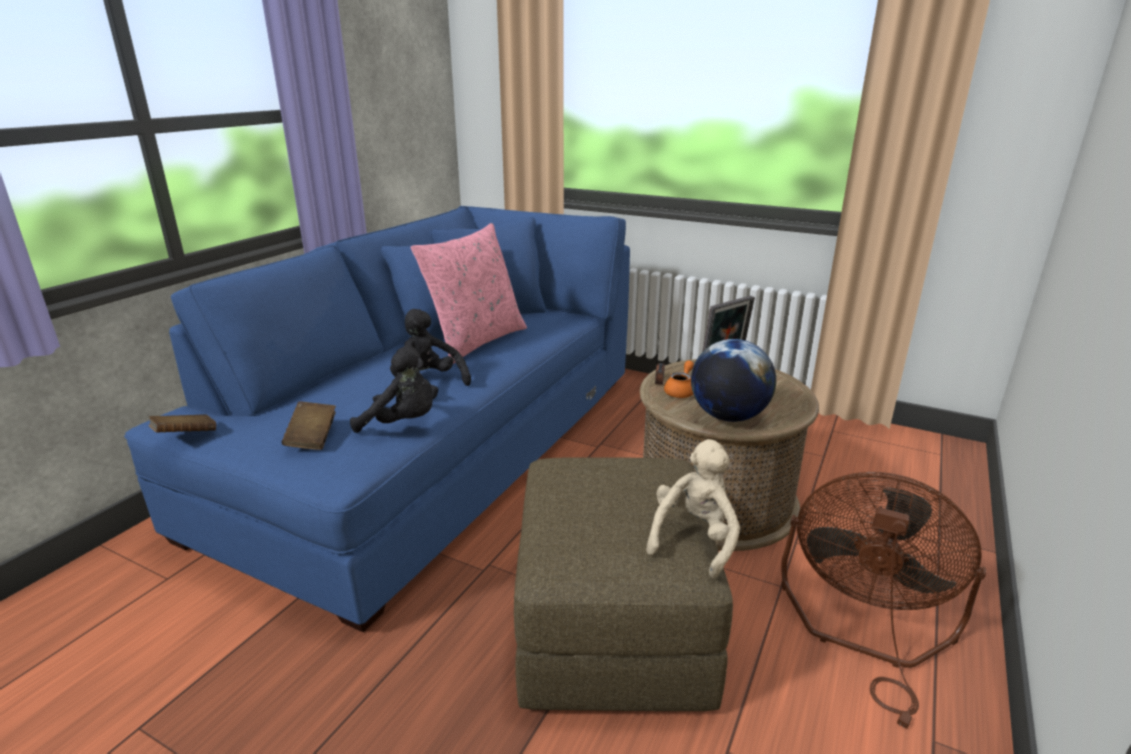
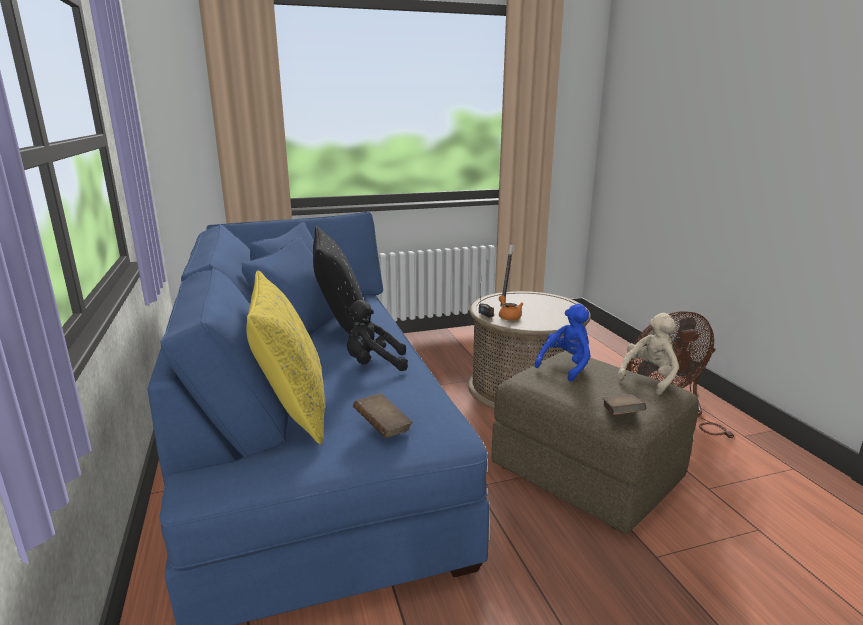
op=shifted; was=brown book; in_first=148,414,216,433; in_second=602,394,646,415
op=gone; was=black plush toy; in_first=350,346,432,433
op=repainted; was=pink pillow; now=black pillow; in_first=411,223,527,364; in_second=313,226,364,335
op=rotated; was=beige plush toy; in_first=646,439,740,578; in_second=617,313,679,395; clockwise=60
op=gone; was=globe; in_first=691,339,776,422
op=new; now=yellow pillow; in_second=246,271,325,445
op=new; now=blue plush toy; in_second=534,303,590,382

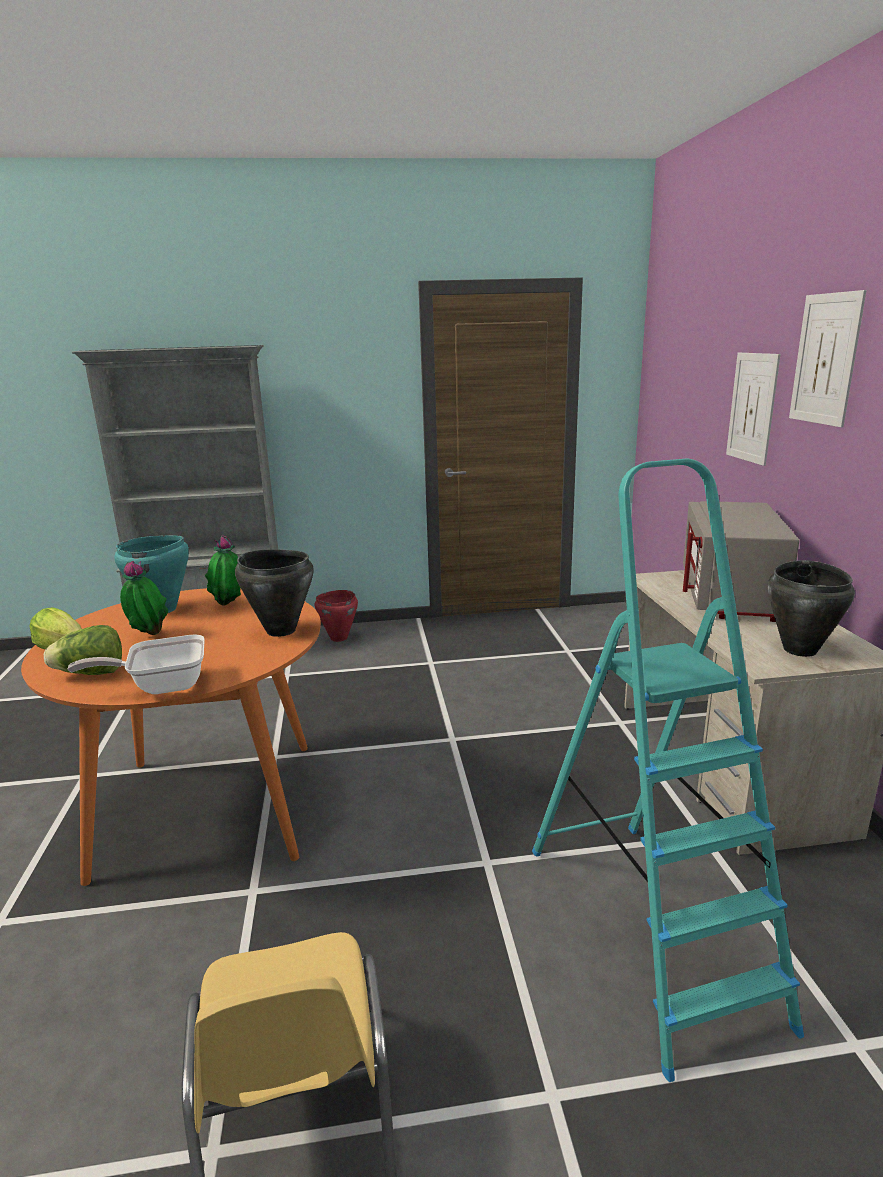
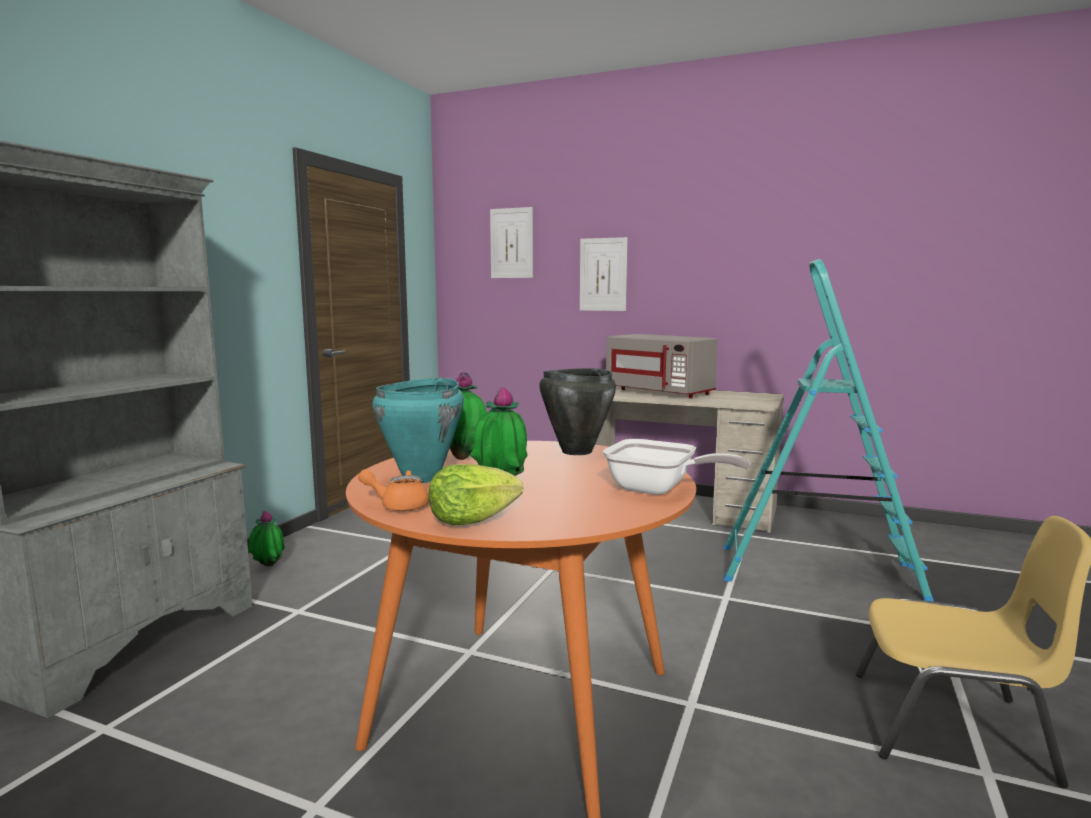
op=gone; was=lettuce; in_first=44,625,122,675
op=rotated; was=frying pan; in_first=68,634,205,694; in_second=603,439,751,495; clockwise=-75
op=swapped; was=red cooking pot; now=potted plant; in_first=315,590,358,642; in_second=248,511,285,567
op=gone; was=black cooking pot; in_first=768,560,855,657
op=shifted; was=picture; in_first=789,290,867,427; in_second=490,207,533,278
op=new; now=orange teapot; in_second=358,469,429,511

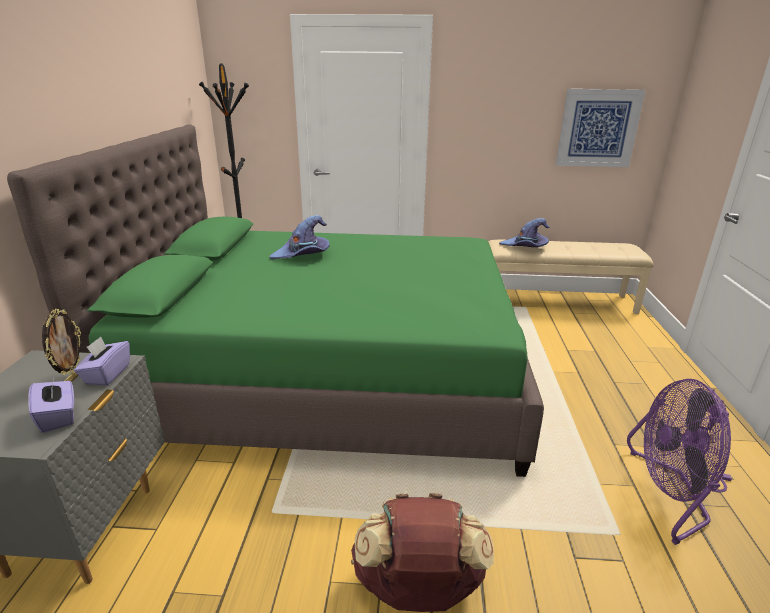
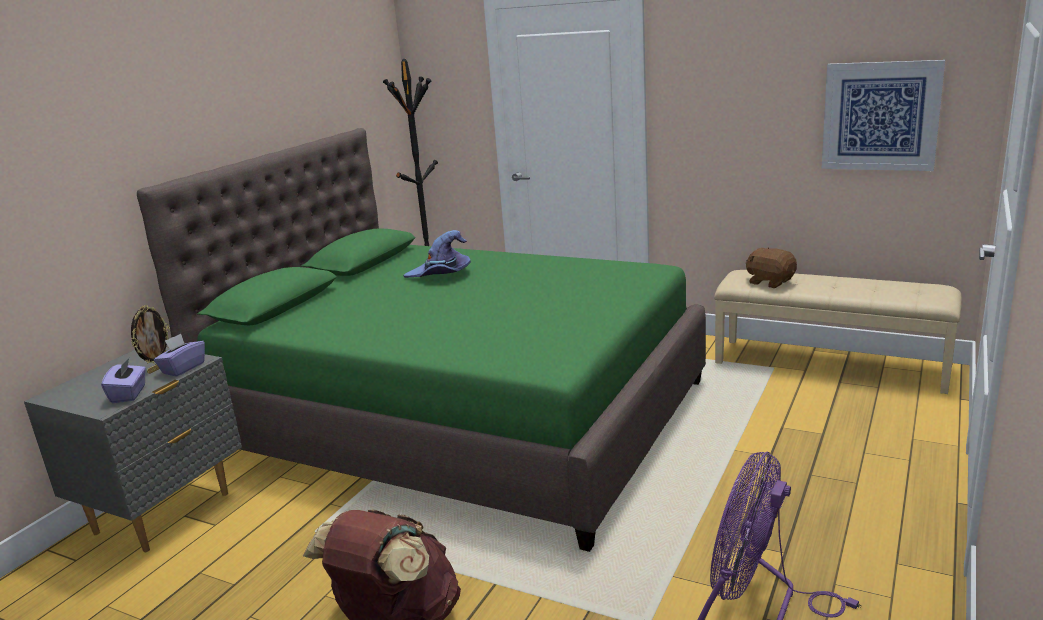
op=swapped; was=purple hat; now=brown plush toy; in_first=499,218,550,247; in_second=746,247,797,288

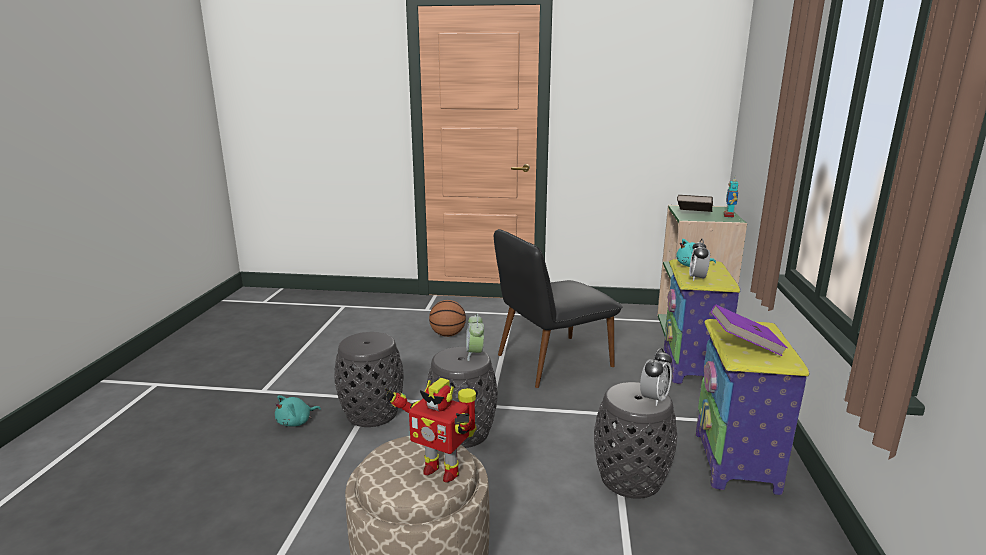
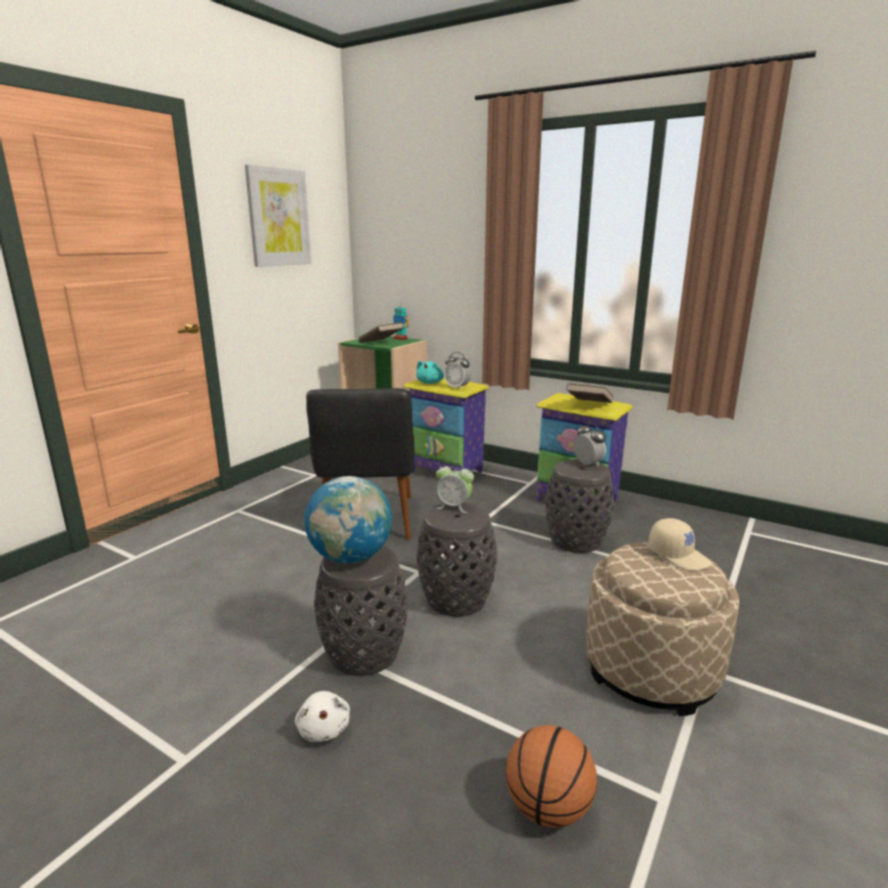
op=repainted; was=turquoise plush toy; now=white plush toy; in_first=275,395,321,427; in_second=295,691,350,742
op=swapped; was=toy robot; now=beige cap; in_first=385,378,477,483; in_second=648,518,712,571
op=shifted; was=basketball; in_first=429,300,466,337; in_second=506,725,597,828
op=repainted; was=purple book; now=brown book; in_first=711,305,788,356; in_second=566,383,613,403
op=new; now=picture; in_second=245,164,312,267
op=new; now=globe; in_second=304,476,392,564

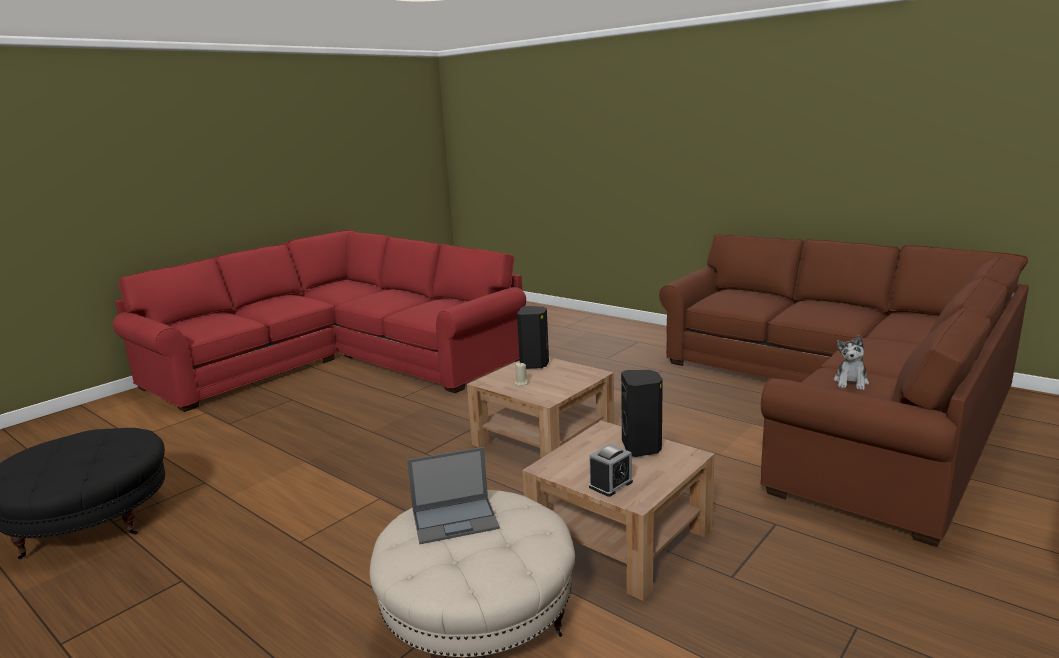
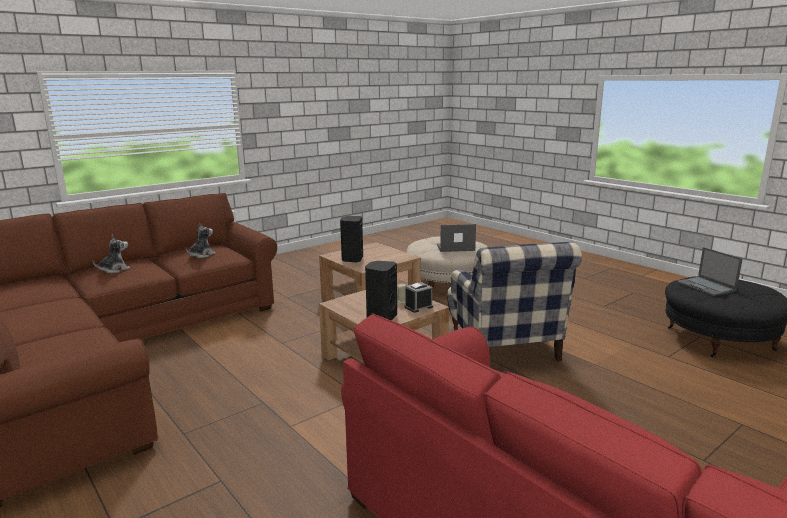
op=shifted; was=alarm clock; in_first=589,444,633,497; in_second=404,282,433,313
op=new; now=plush toy; in_second=93,235,130,273
op=new; now=armchair; in_second=447,242,582,361
op=new; now=laptop; in_second=677,247,742,296

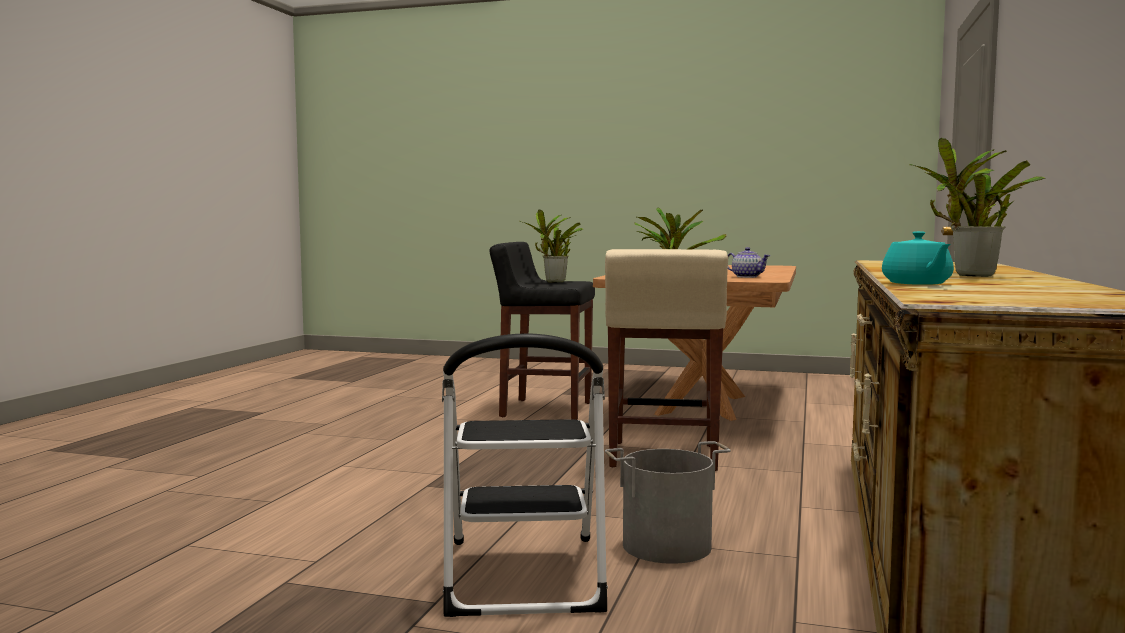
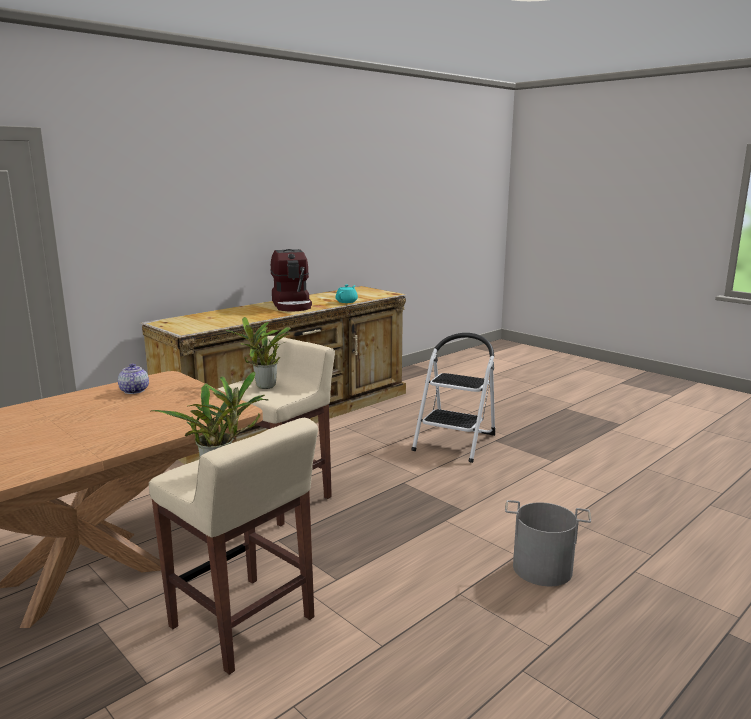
op=repainted; was=black stool; now=beige stool; in_first=490,242,595,420; in_second=149,418,318,675
op=shifted; was=grey bucket; in_first=605,441,731,564; in_second=505,500,591,586
op=swapped; was=potted plant; now=coffee machine; in_first=909,138,1046,277; in_second=270,249,312,311

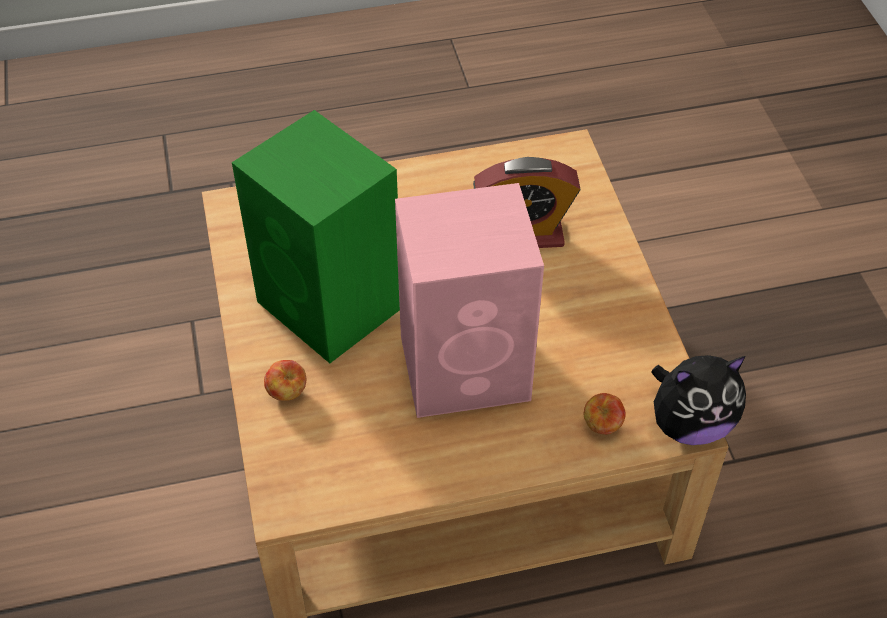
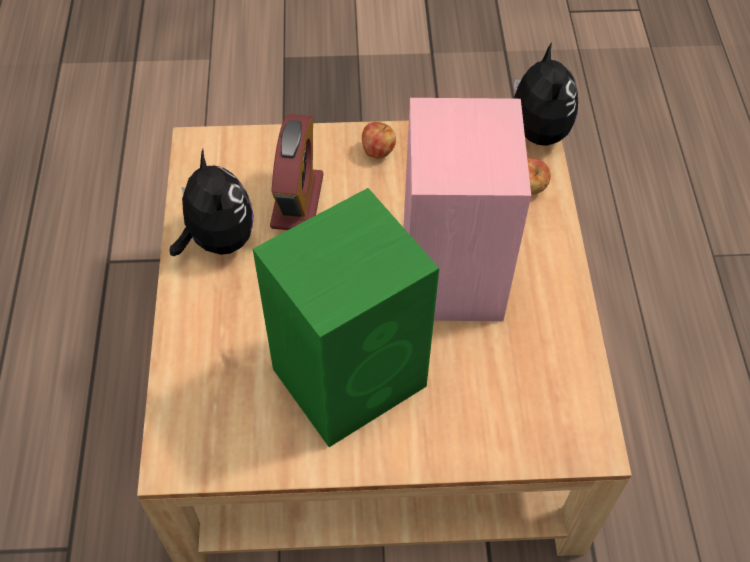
op=shifted; was=apple; in_first=264,360,306,401; in_second=362,122,396,159
op=new; now=plush toy; in_second=169,149,254,256

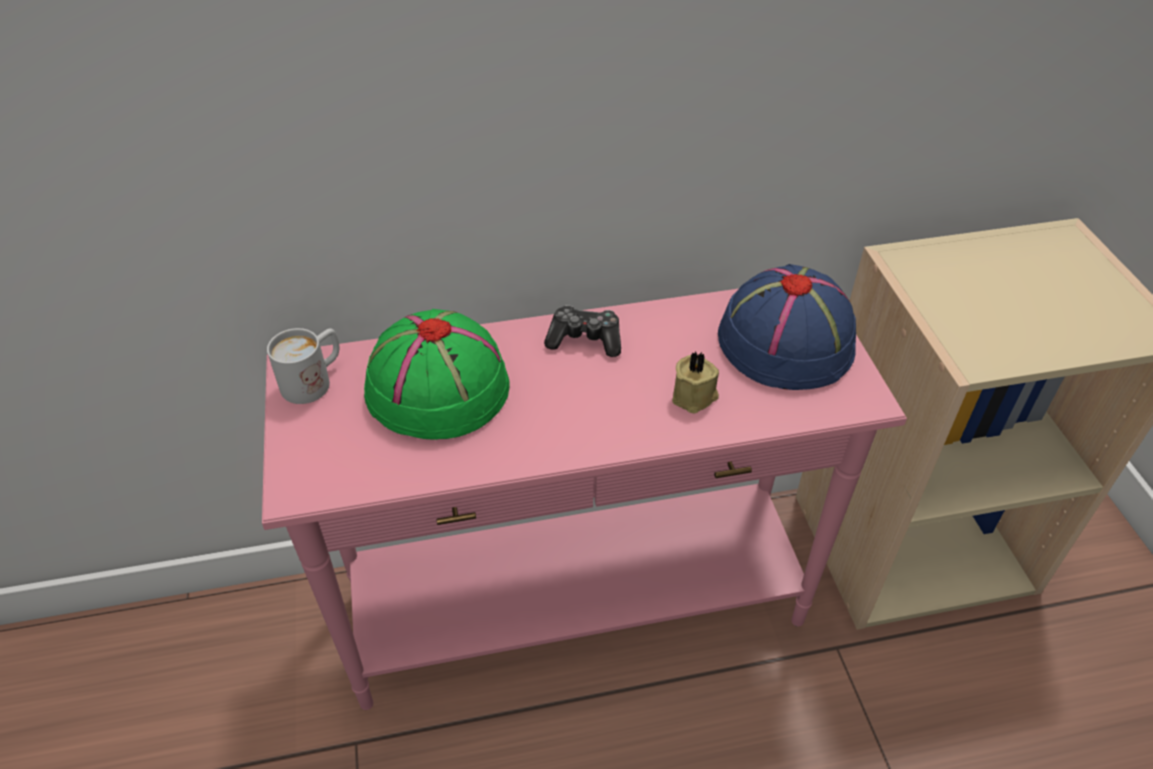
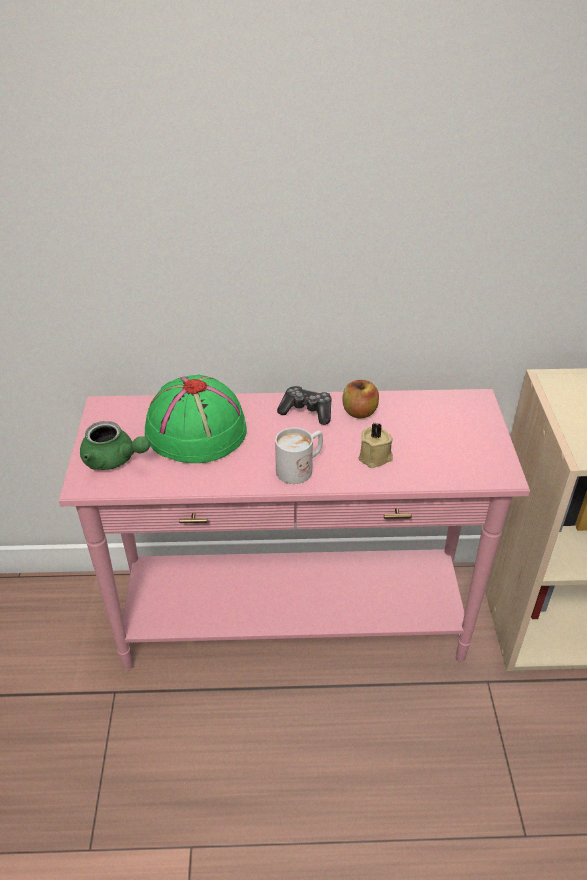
op=shifted; was=white mug; in_first=267,328,339,404; in_second=275,427,323,484
op=gone; was=blue hat; in_first=718,264,856,390
op=new; now=green teapot; in_second=80,421,150,470
op=new; now=apple; in_second=342,380,379,419

